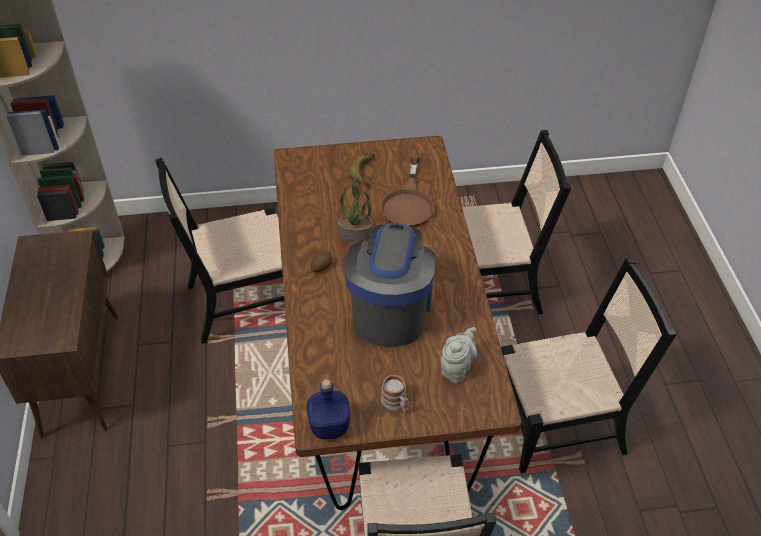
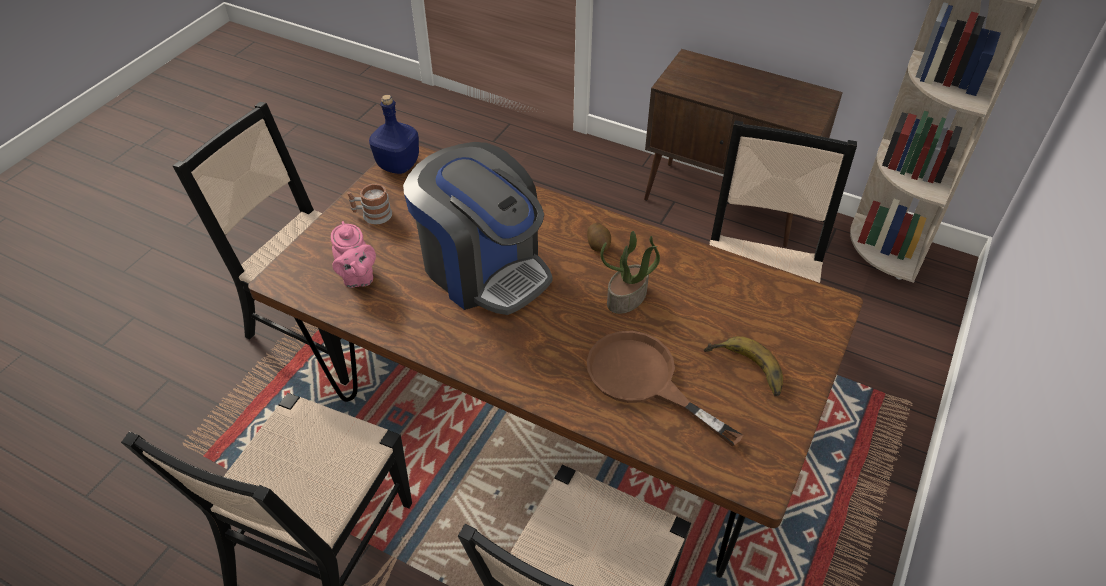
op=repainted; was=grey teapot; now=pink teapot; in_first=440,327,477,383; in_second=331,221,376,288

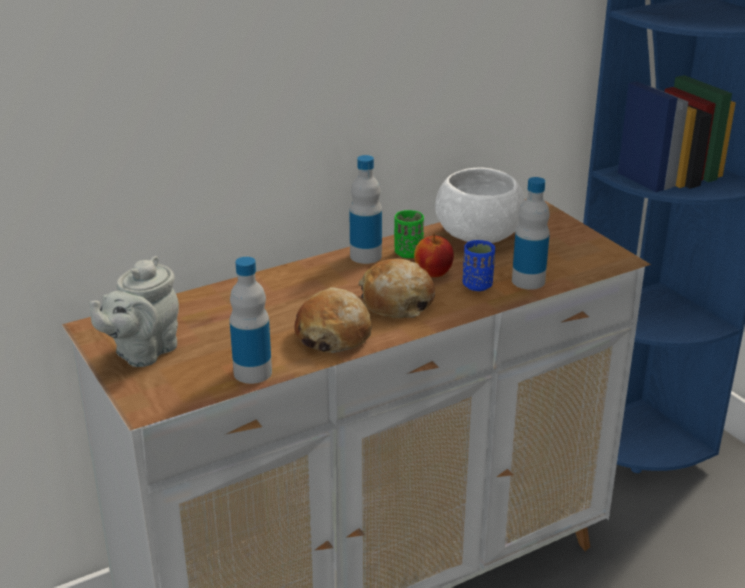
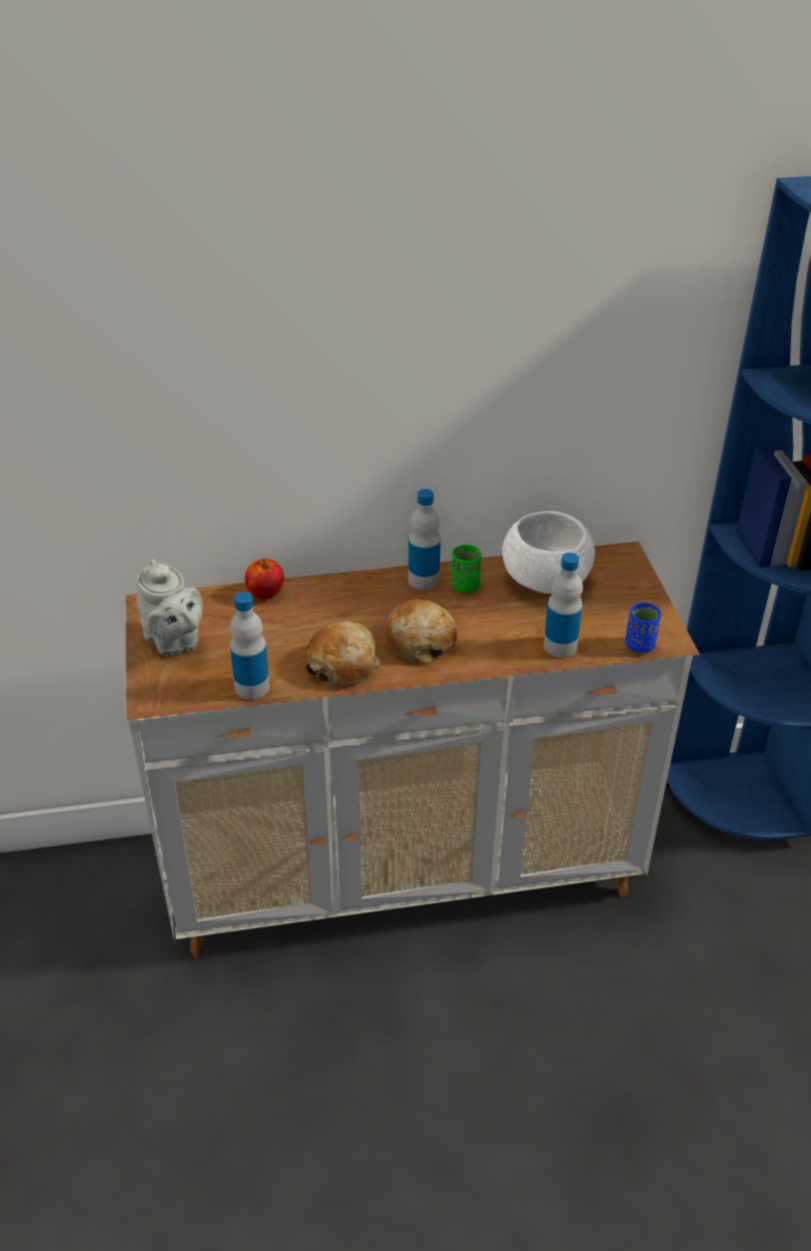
op=rotated; was=grey teapot; in_first=89,256,179,367; in_second=136,559,203,656; clockwise=-90
op=shifted; was=apple; in_first=414,233,454,277; in_second=245,558,284,599
op=shifted; was=blue cup; in_first=463,240,495,291; in_second=625,602,661,653

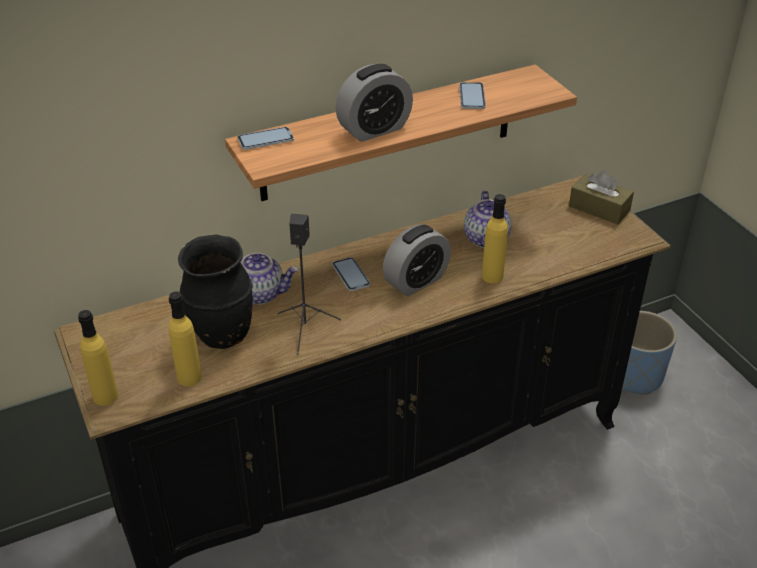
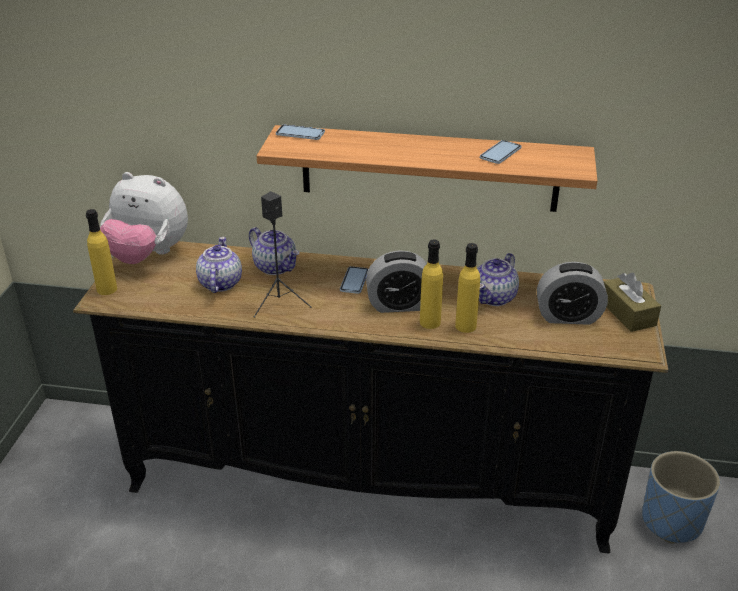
op=shifted; was=yellow bottle; in_first=169,292,202,387; in_second=420,240,443,329
op=swapped; was=black vase; now=teapot; in_first=178,234,253,349; in_second=196,237,242,293
op=shifted; was=alarm clock; in_first=336,64,413,142; in_second=537,262,608,325
op=new; now=plush toy; in_second=100,172,188,264

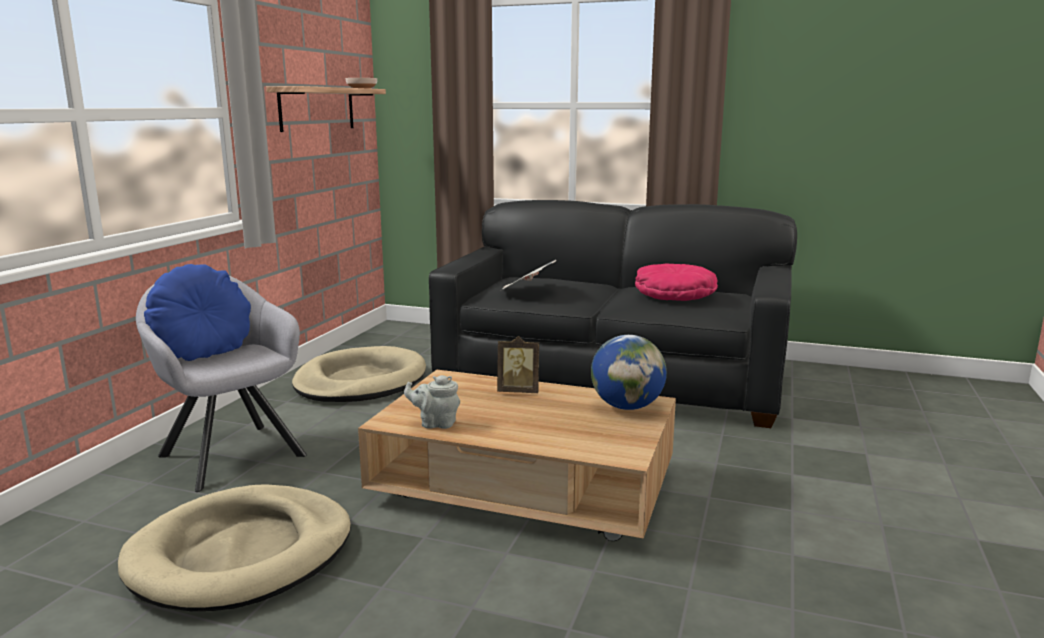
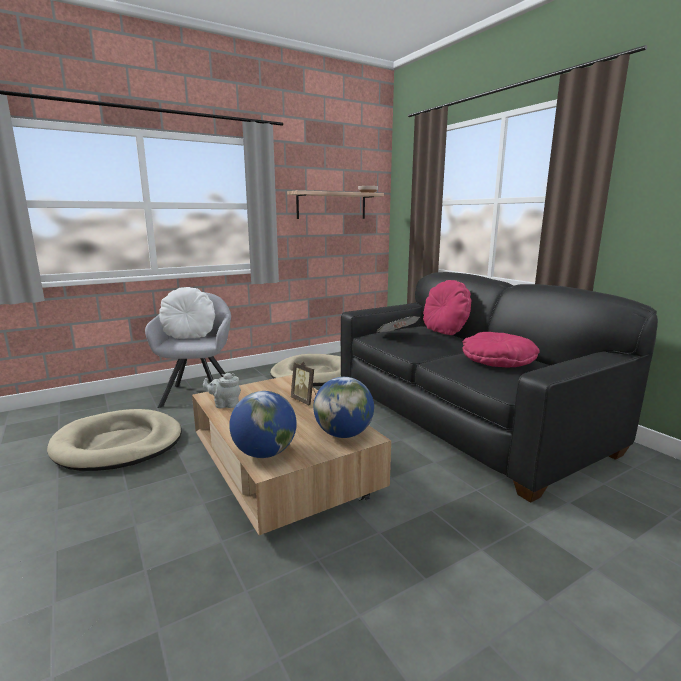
op=repainted; was=blue pillow; now=white pillow; in_first=144,264,251,361; in_second=159,287,215,339
op=rotated; was=grey teapot; in_first=404,375,460,429; in_second=203,373,241,408; clockwise=-45
op=new; now=globe; in_second=229,391,297,458
op=new; now=pink pillow; in_second=423,280,471,335

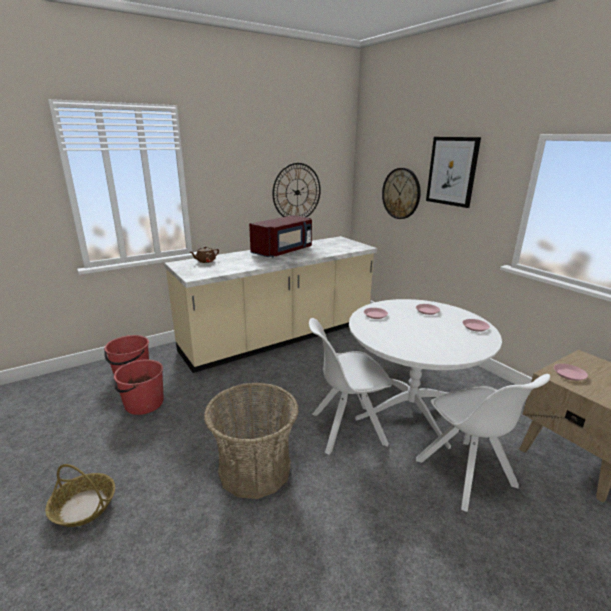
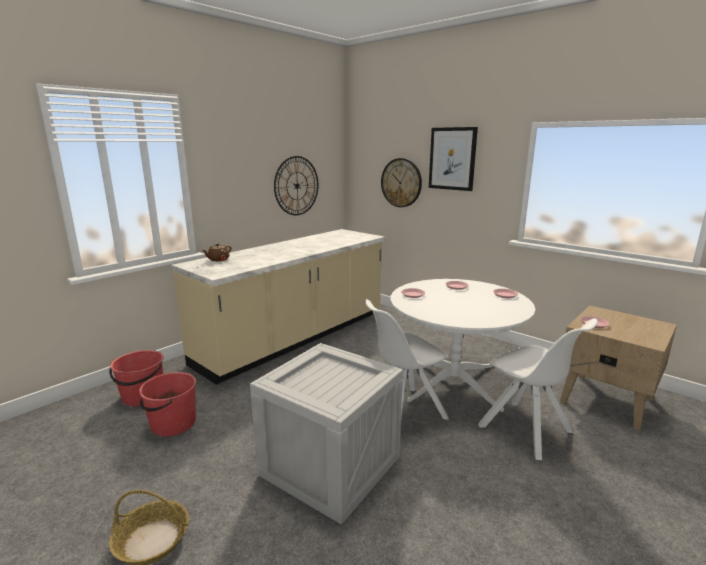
op=swapped; was=basket; now=crate; in_first=204,383,299,499; in_second=250,343,403,524
op=gone; was=red microwave; in_first=249,215,312,257

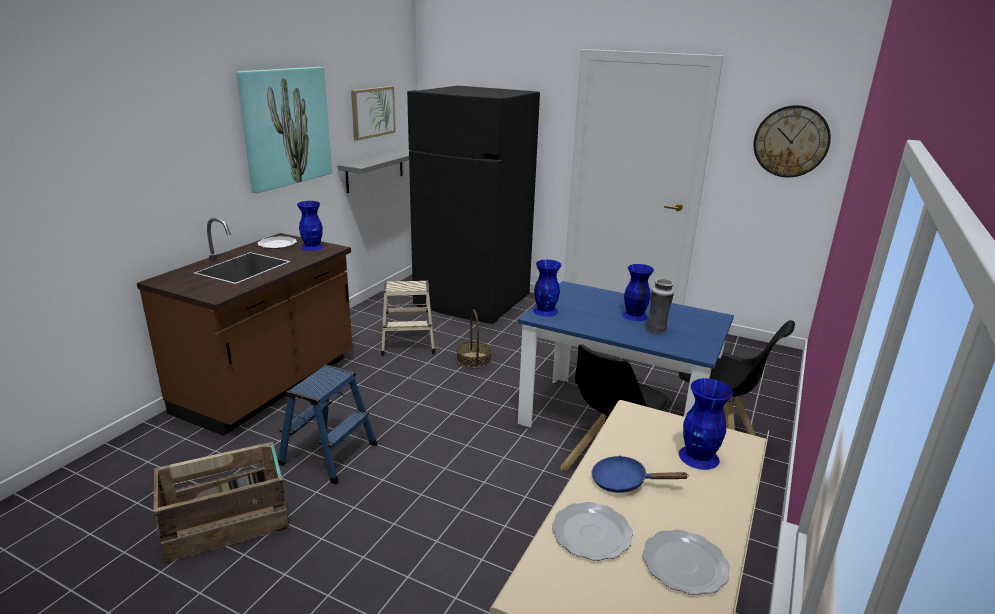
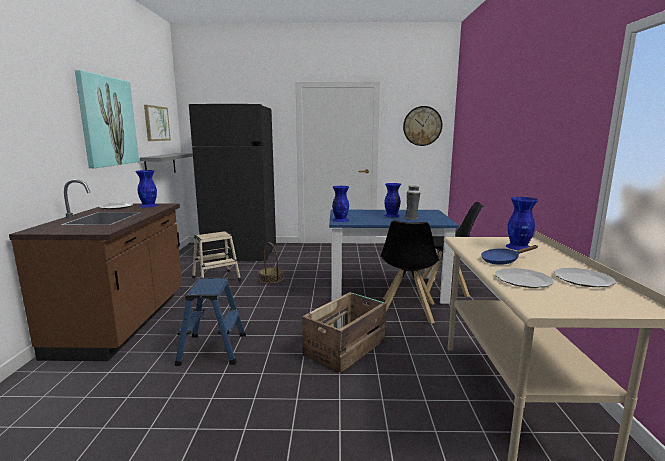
op=shifted; was=crate; in_first=153,442,289,563; in_second=302,292,386,373

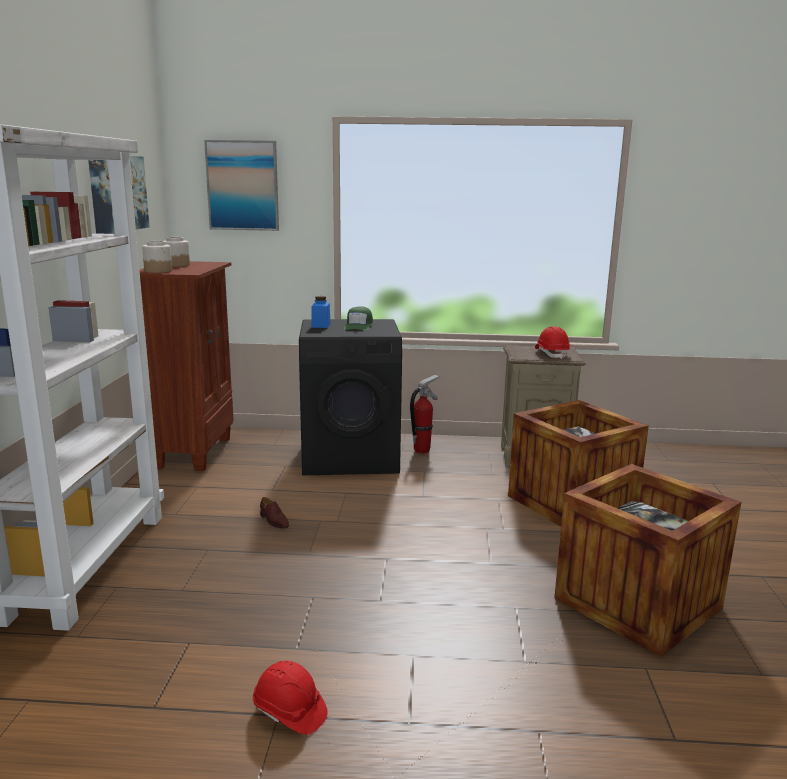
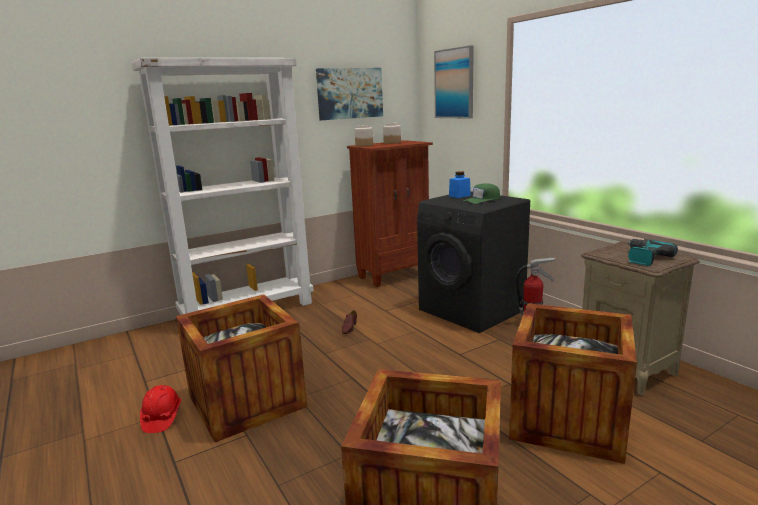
op=swapped; was=red hard hat; now=power drill; in_first=535,326,571,359; in_second=626,239,678,266
op=new; now=crate; in_second=176,294,307,442

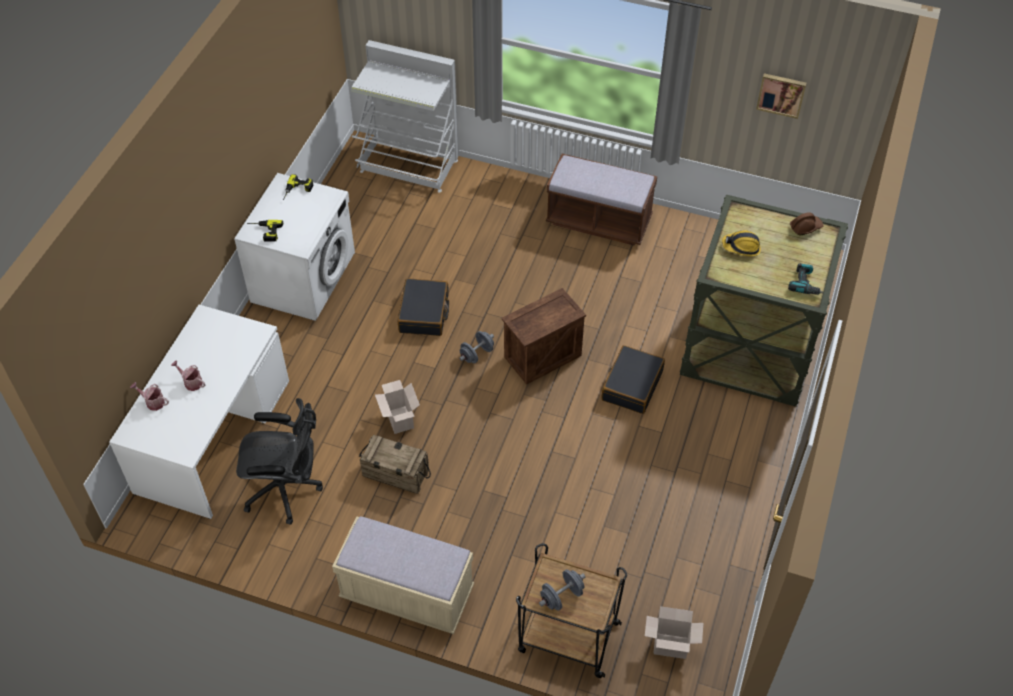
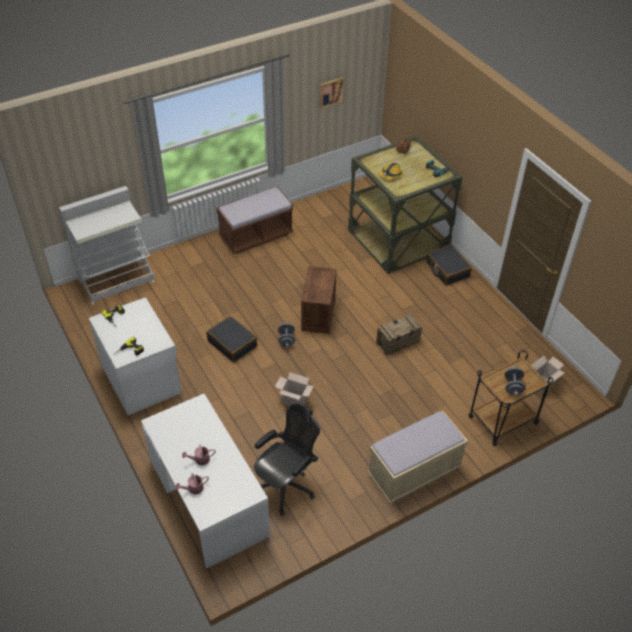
op=shifted; was=crate; in_first=359,435,431,494; in_second=376,314,422,355
op=shifted; was=black suitcase; in_first=602,345,665,414; in_second=426,245,472,286

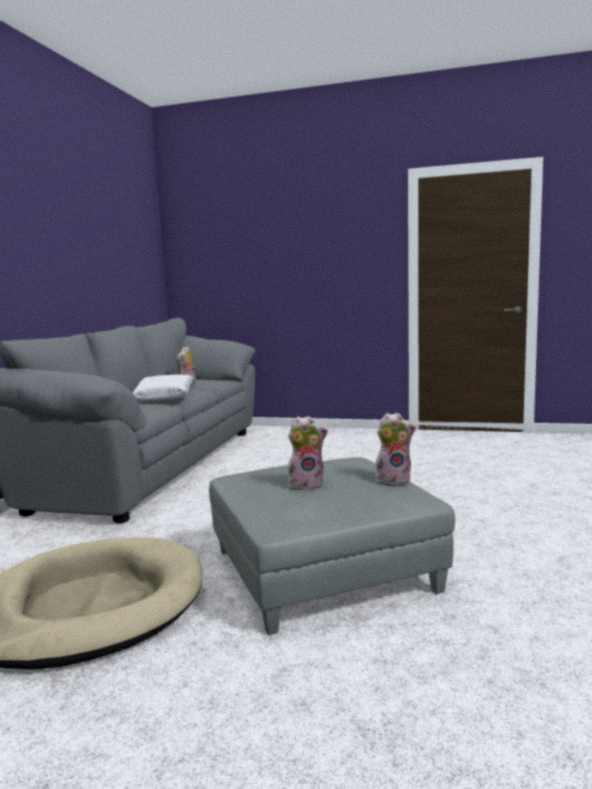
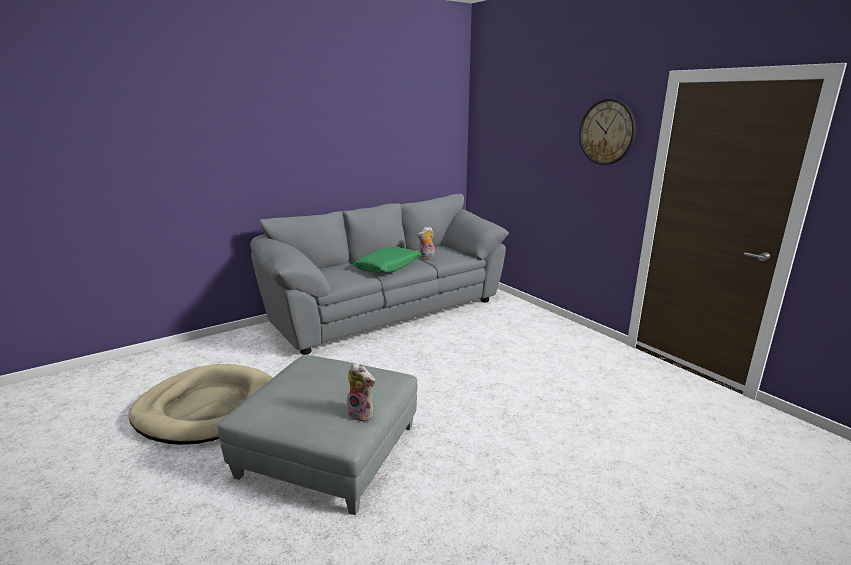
op=repainted; was=white pillow; now=green pillow; in_first=133,374,193,400; in_second=353,247,422,273
op=gone; was=plush toy; in_first=288,416,328,490
op=new; now=wall clock; in_second=579,99,636,165

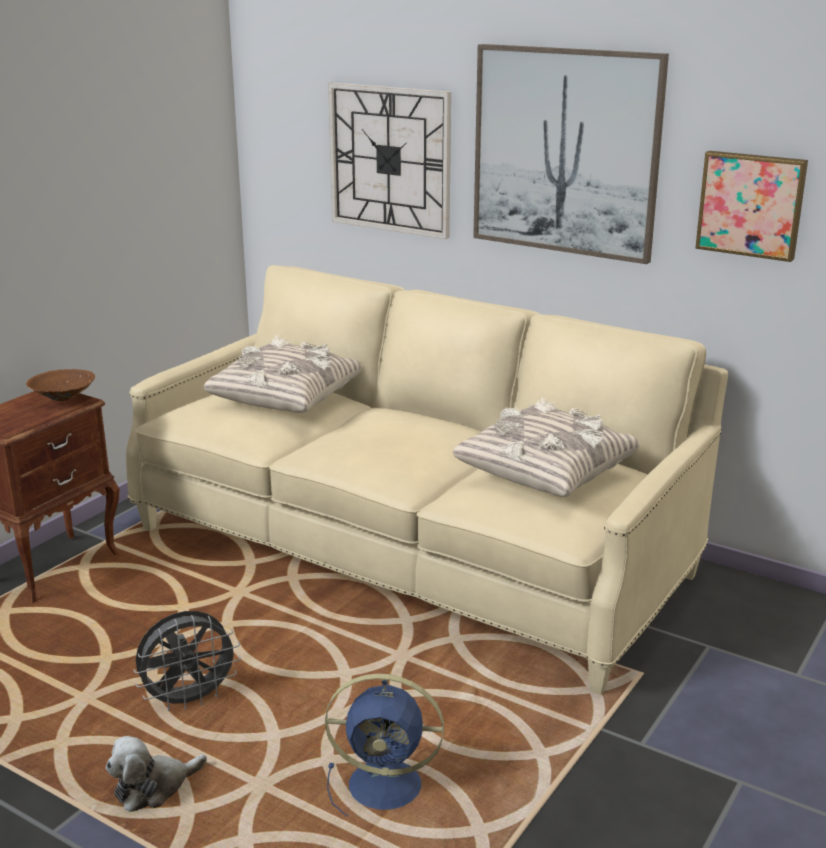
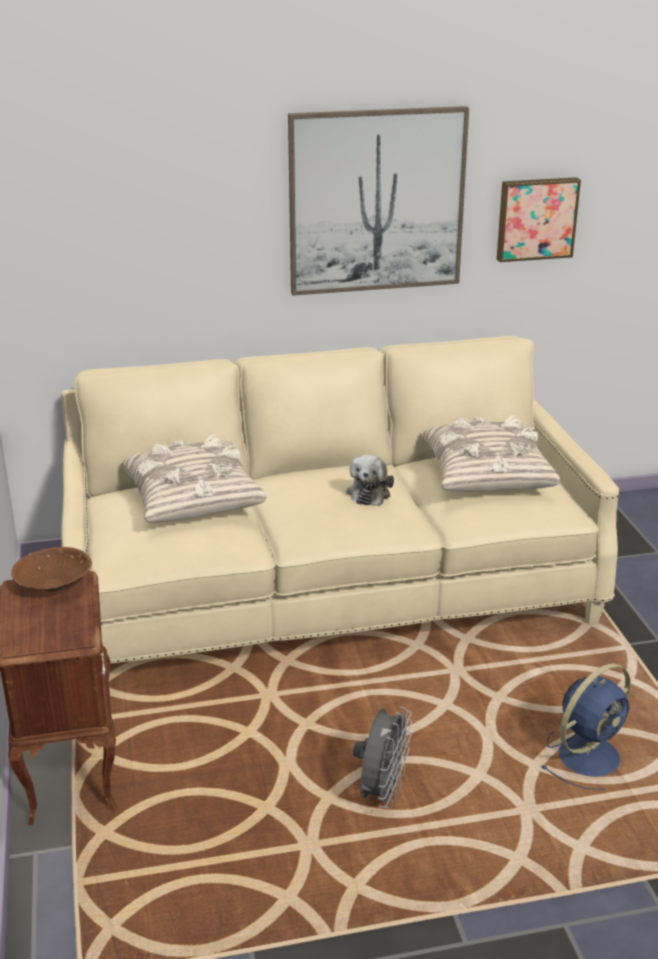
op=shifted; was=plush toy; in_first=106,736,207,812; in_second=346,454,394,506
op=gone; was=wall clock; in_first=328,83,451,239

